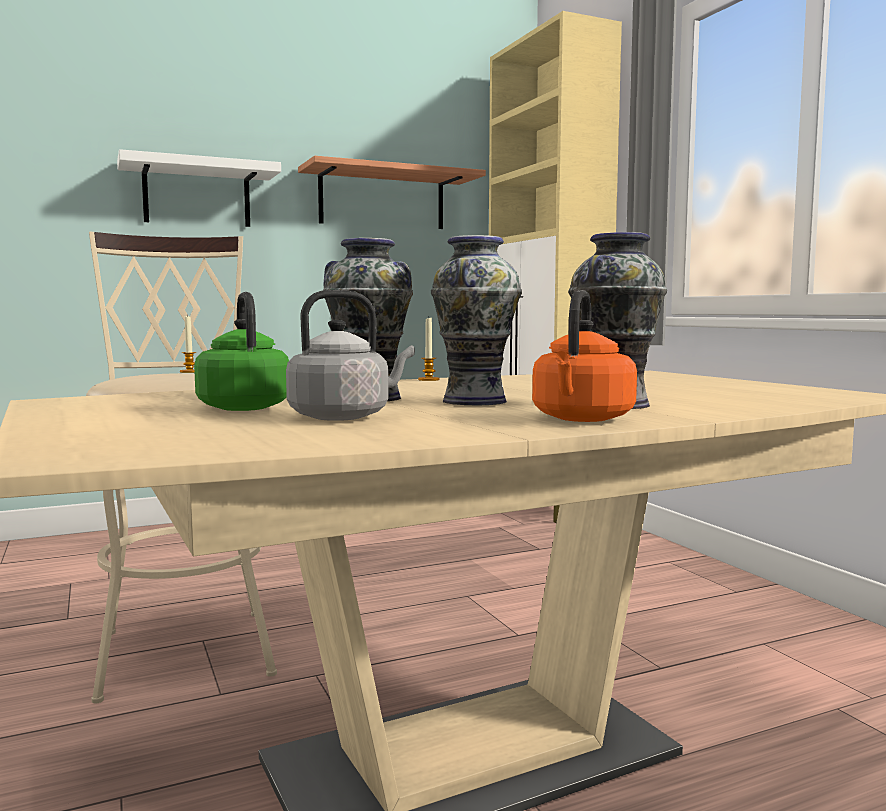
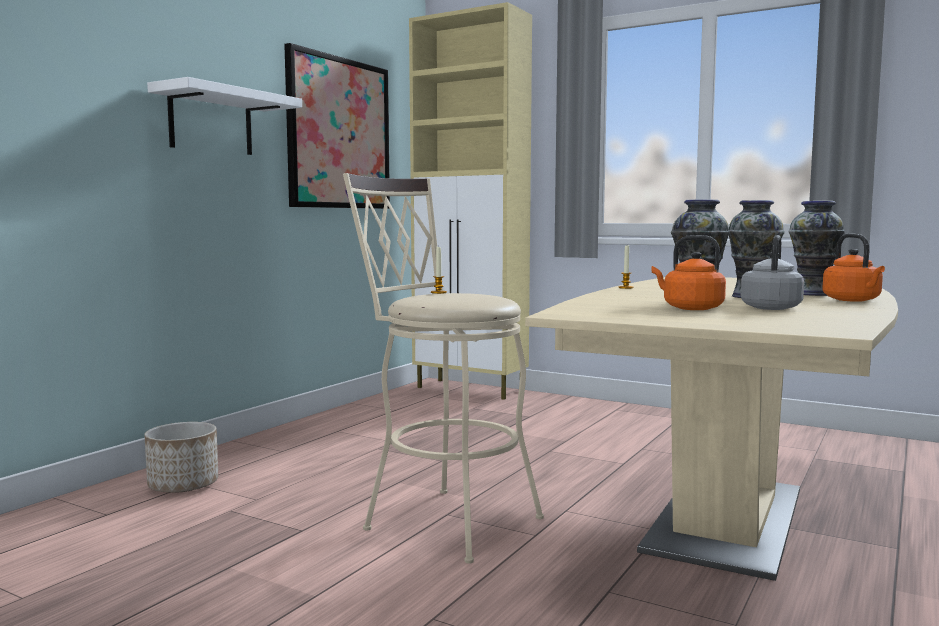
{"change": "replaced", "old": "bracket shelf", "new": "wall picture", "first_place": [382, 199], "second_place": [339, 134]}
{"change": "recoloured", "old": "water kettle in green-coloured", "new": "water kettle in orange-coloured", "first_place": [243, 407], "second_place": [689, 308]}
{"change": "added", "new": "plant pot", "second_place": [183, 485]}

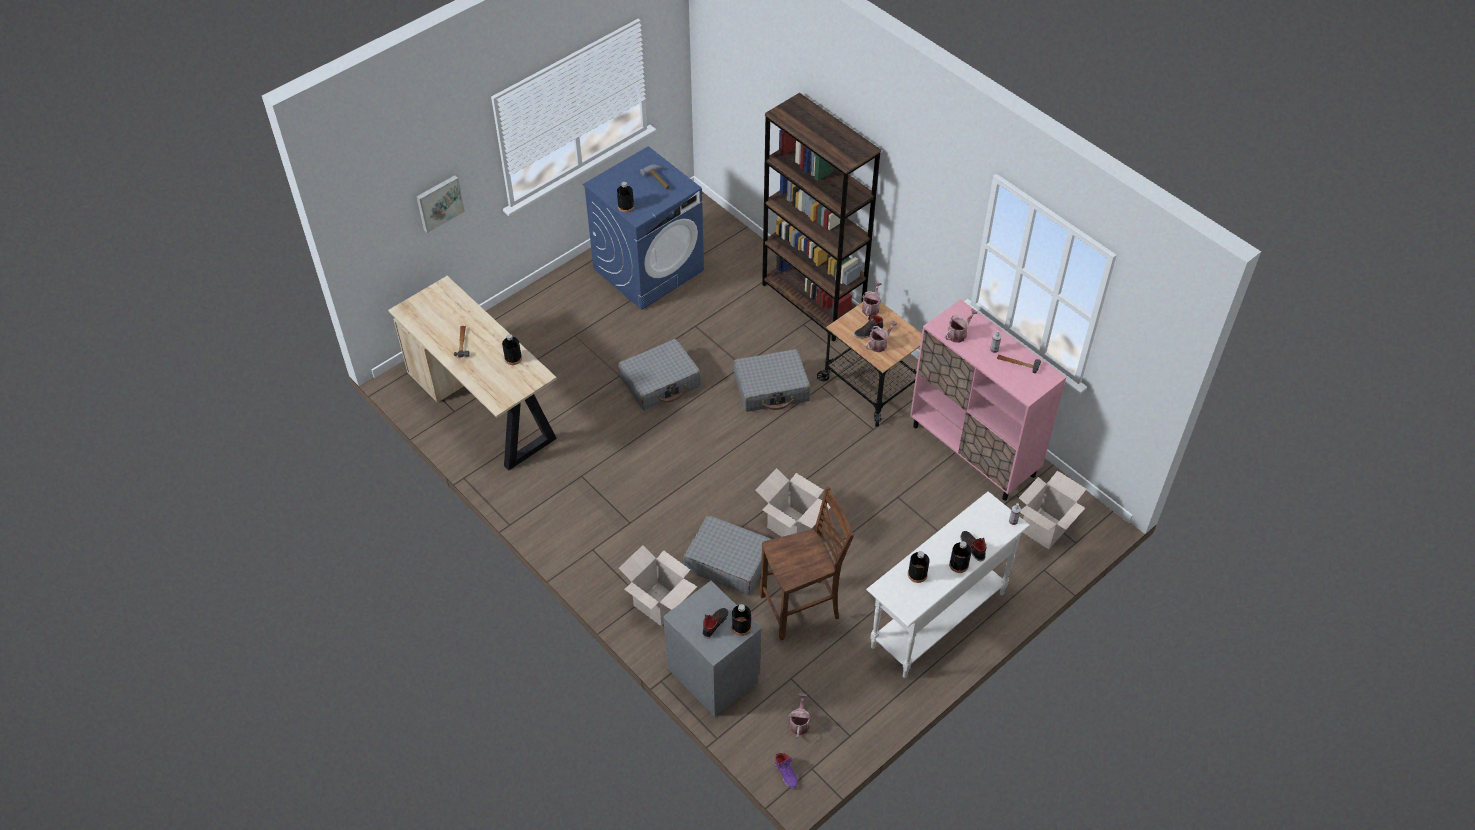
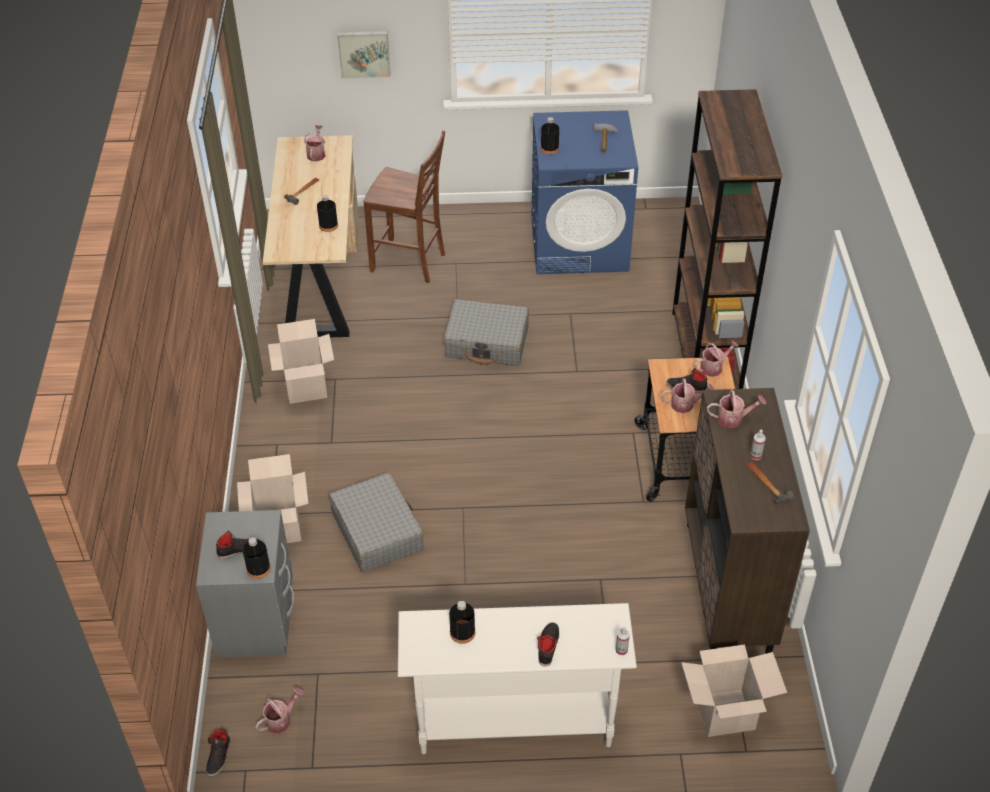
{"change": "recoloured", "old": "cupboard in pinkish", "new": "cupboard in brown-coloured", "first_place": [974, 451], "second_place": [727, 587]}
{"change": "removed", "old": "piece of luggage in greyish", "first_place": [771, 388]}
{"change": "moved", "old": "cardboard box", "first_place": [791, 526], "second_place": [306, 387]}
{"change": "moved", "old": "upright chair in brown-coloured", "first_place": [802, 608], "second_place": [409, 263]}
{"change": "removed", "old": "beverage bottle in blackish", "first_place": [959, 564]}
{"change": "recoloured", "old": "low shoe in purple-coloured", "new": "low shoe in blackish", "first_place": [786, 773], "second_place": [219, 756]}
{"change": "added", "new": "watering pot", "second_place": [316, 153]}

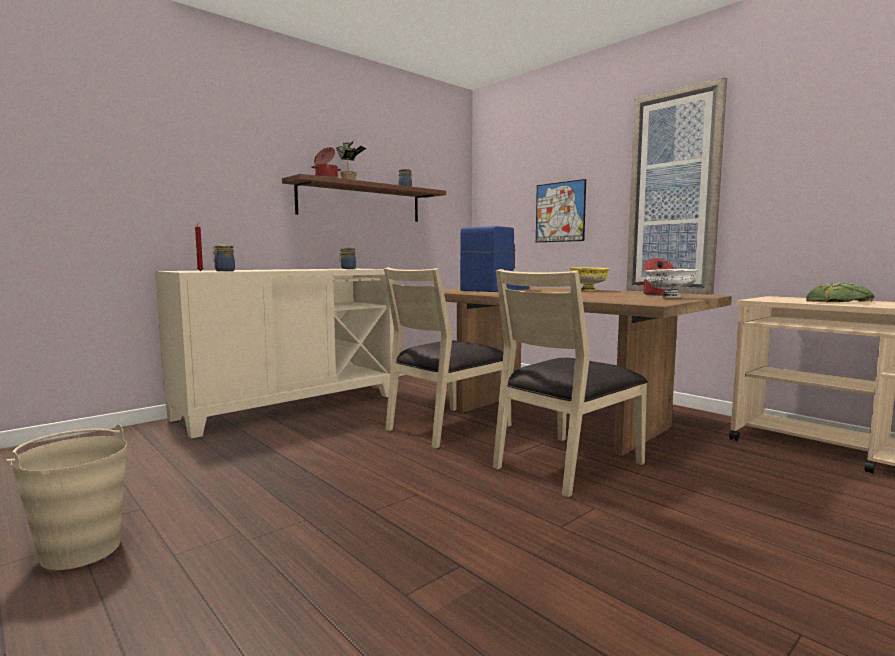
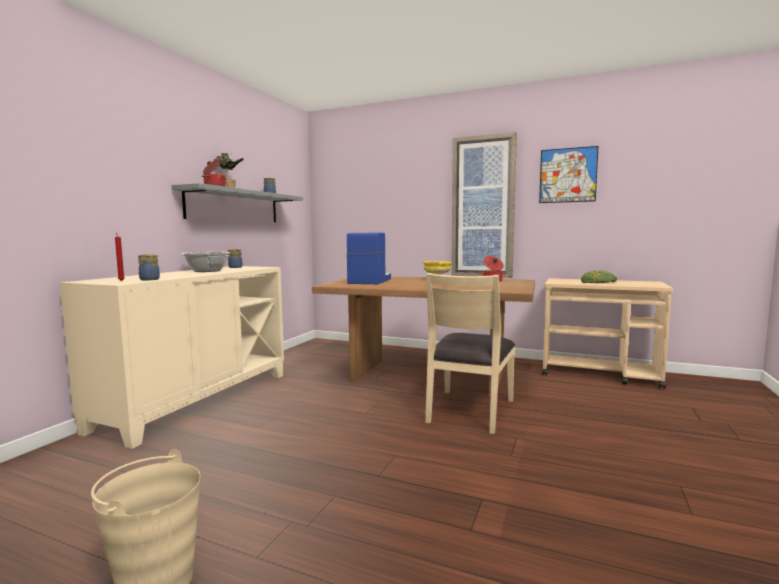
{"change": "recoloured", "old": "bracket shelf in brown-coloured", "new": "bracket shelf in greyish", "first_place": [361, 202], "second_place": [234, 206]}
{"change": "moved", "old": "wall picture", "first_place": [560, 212], "second_place": [568, 175]}
{"change": "removed", "old": "upright chair in beige", "first_place": [446, 427]}
{"change": "removed", "old": "serving bowl in whitish", "first_place": [670, 297]}
{"change": "added", "new": "cooking pot", "second_place": [206, 271]}

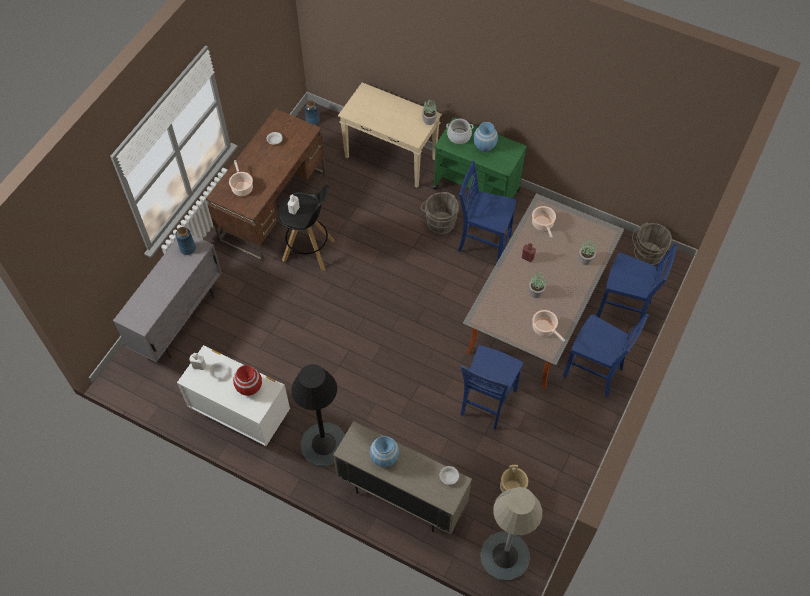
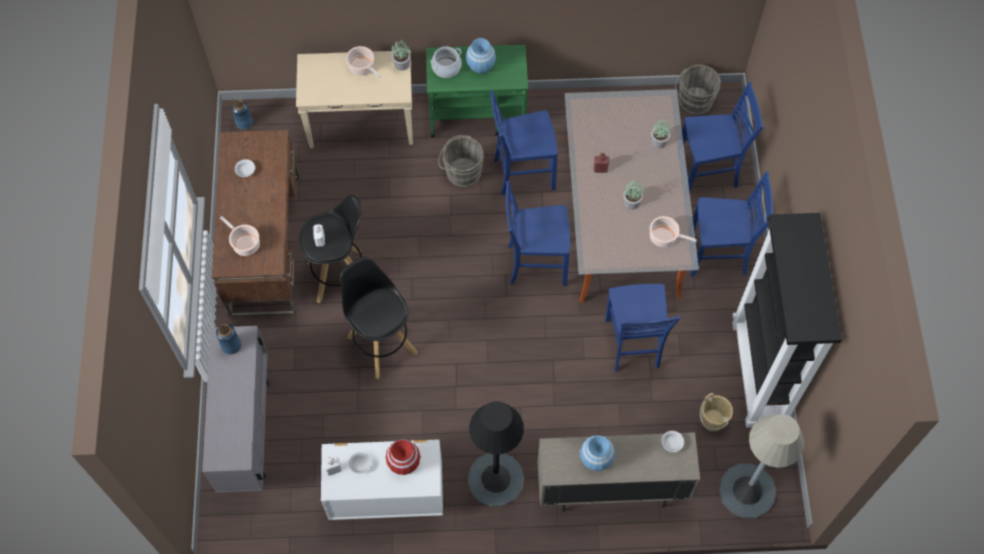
{"change": "moved", "old": "cooking pot", "first_place": [543, 224], "second_place": [362, 68]}
{"change": "added", "new": "upright chair in bluish", "second_place": [535, 263]}
{"change": "added", "new": "shelving unit in blackish", "second_place": [759, 374]}
{"change": "added", "new": "stool in blackish", "second_place": [381, 344]}

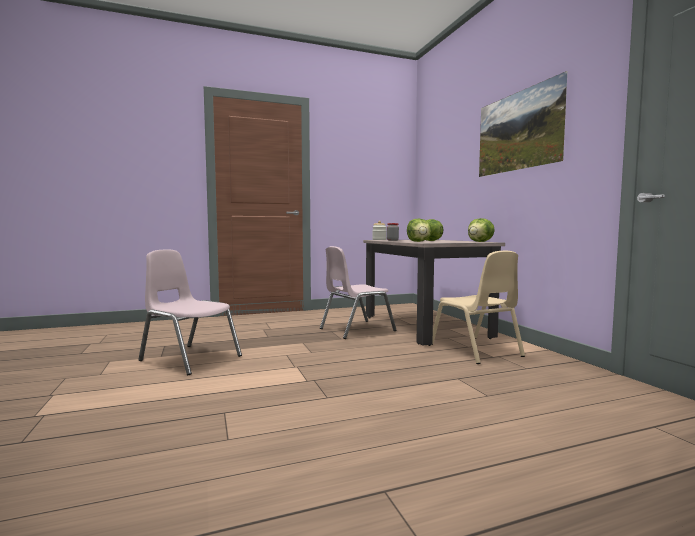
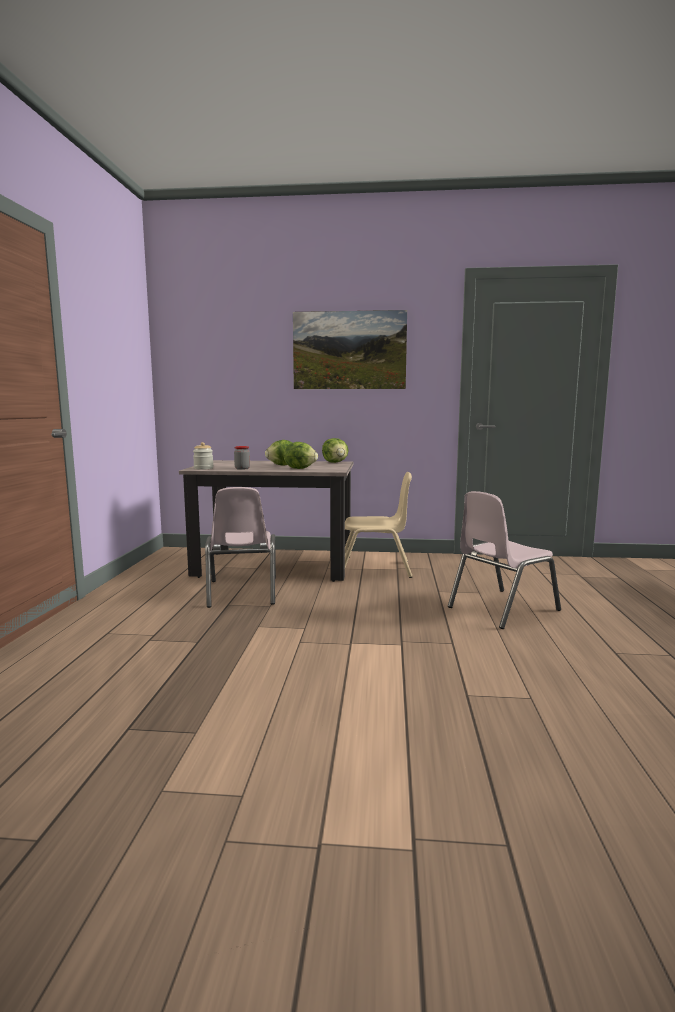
{"change": "moved", "old": "upright chair in pinkish", "first_place": [190, 358], "second_place": [501, 608]}

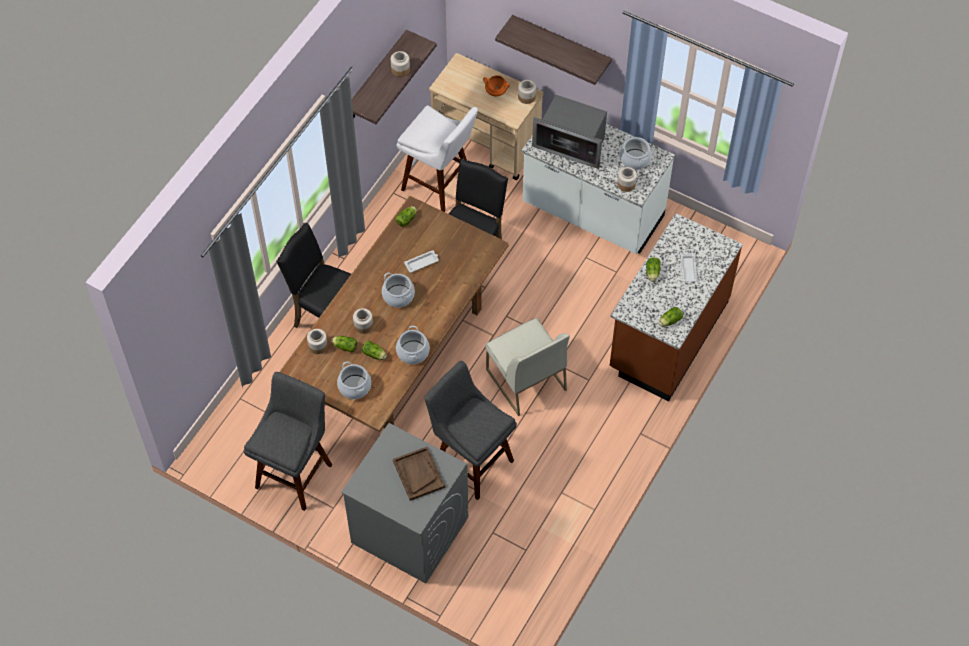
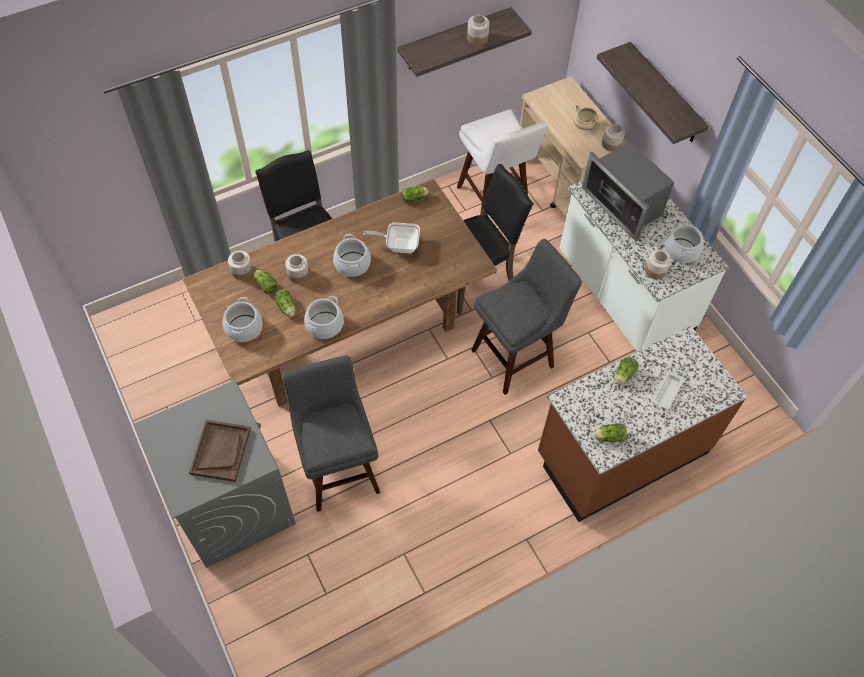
{"change": "recoloured", "old": "cooking pot in orange-coloured", "new": "cooking pot in beige", "first_place": [495, 92], "second_place": [584, 126]}
{"change": "replaced", "old": "serving tray in whitish", "new": "pan", "first_place": [422, 262], "second_place": [398, 245]}
{"change": "removed", "old": "upright chair in whitish", "first_place": [525, 379]}
{"change": "moved", "old": "stool in greyish", "first_place": [296, 472], "second_place": [516, 356]}

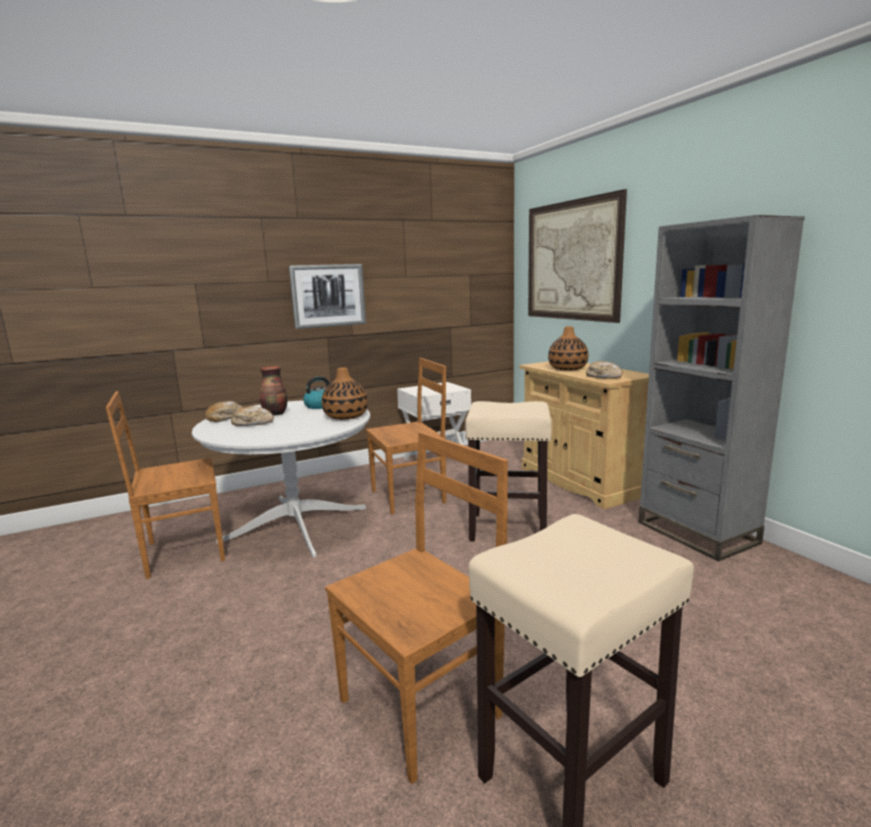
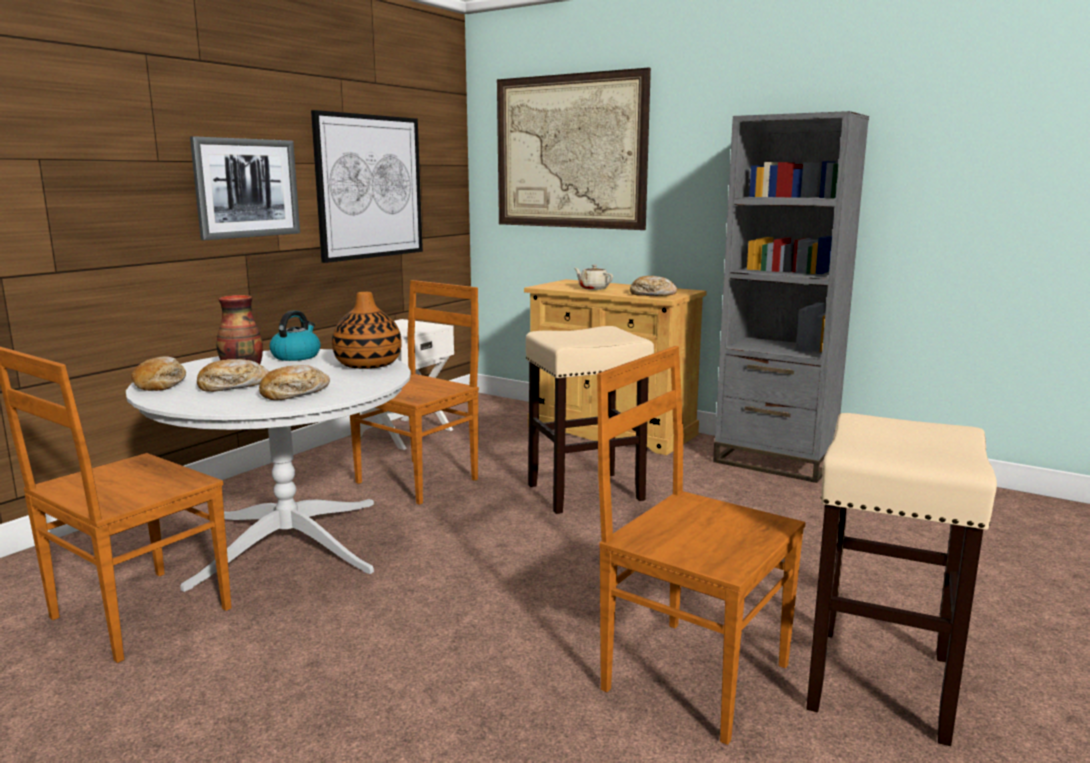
{"change": "replaced", "old": "vase", "new": "tea pot in beige", "first_place": [567, 368], "second_place": [593, 288]}
{"change": "turned", "old": "upright chair in brown-coloured", "first_place": [423, 705], "second_place": [691, 674], "degrees": -75}
{"change": "added", "new": "wall picture", "second_place": [369, 187]}
{"change": "added", "new": "baked bread", "second_place": [294, 393]}

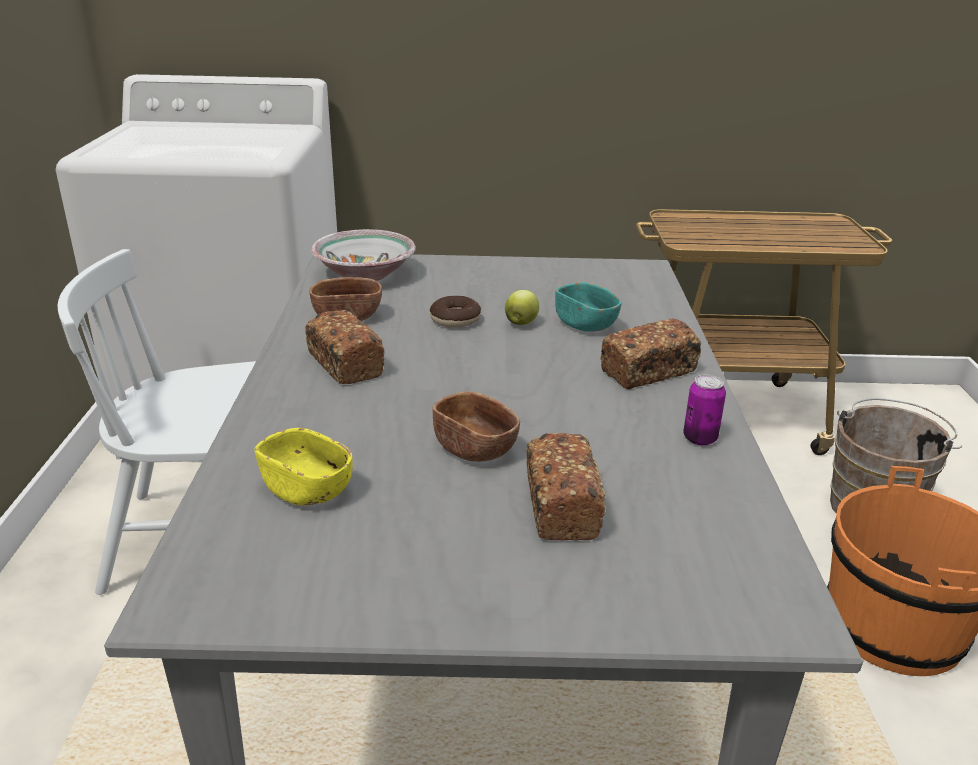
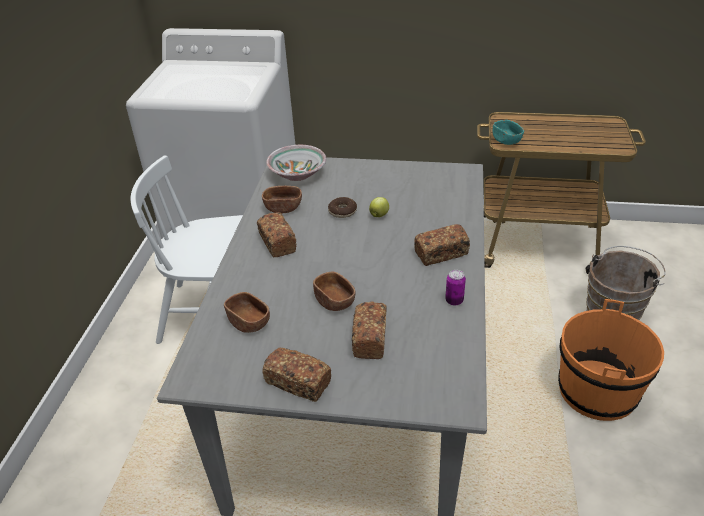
{"change": "moved", "old": "serving bowl in blue-green", "first_place": [585, 324], "second_place": [506, 140]}
{"change": "recoloured", "old": "serving bowl in yellow-coloured", "new": "serving bowl in brown-coloured", "first_place": [307, 489], "second_place": [249, 322]}
{"change": "added", "new": "baked bread", "second_place": [298, 382]}

